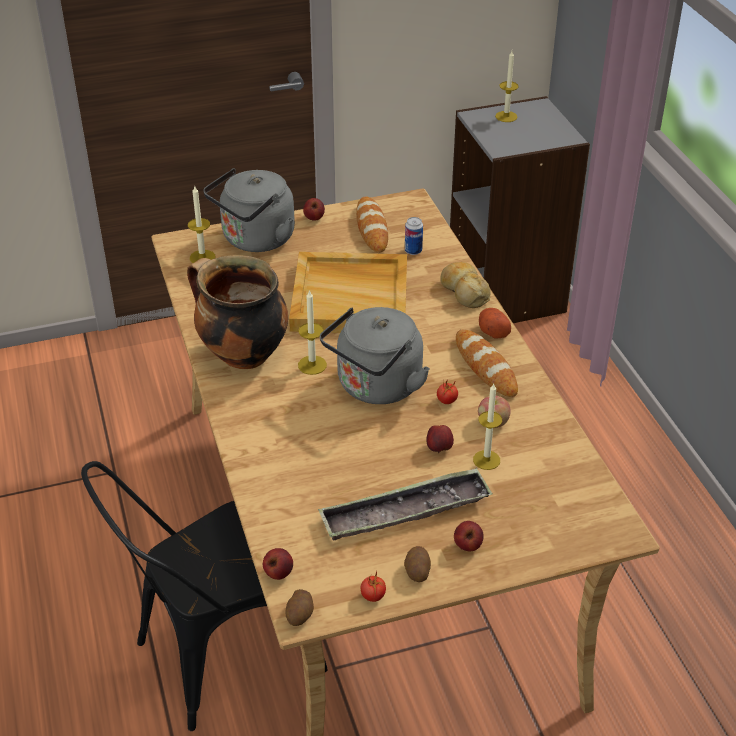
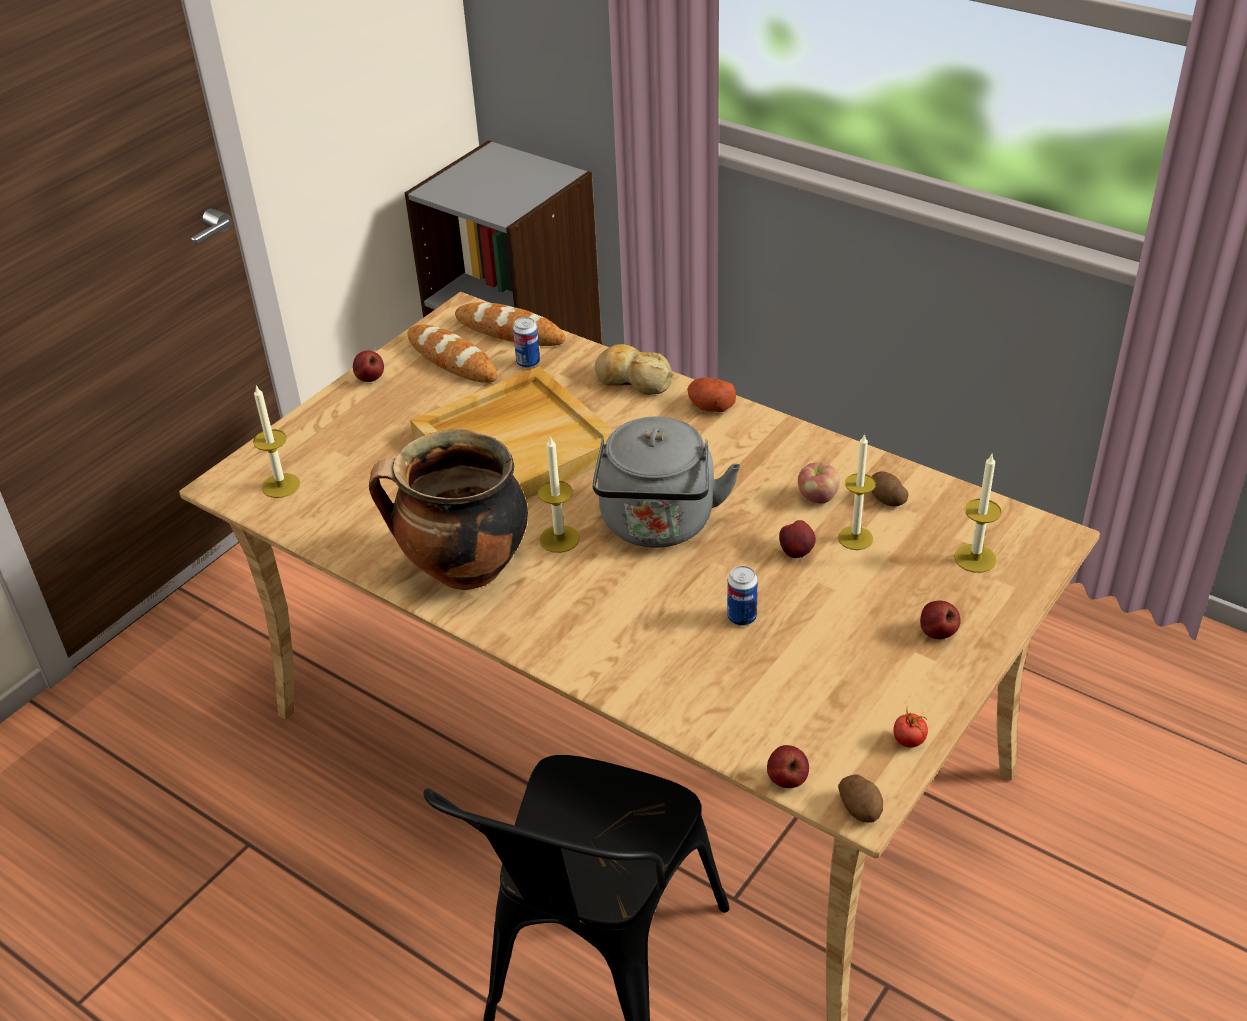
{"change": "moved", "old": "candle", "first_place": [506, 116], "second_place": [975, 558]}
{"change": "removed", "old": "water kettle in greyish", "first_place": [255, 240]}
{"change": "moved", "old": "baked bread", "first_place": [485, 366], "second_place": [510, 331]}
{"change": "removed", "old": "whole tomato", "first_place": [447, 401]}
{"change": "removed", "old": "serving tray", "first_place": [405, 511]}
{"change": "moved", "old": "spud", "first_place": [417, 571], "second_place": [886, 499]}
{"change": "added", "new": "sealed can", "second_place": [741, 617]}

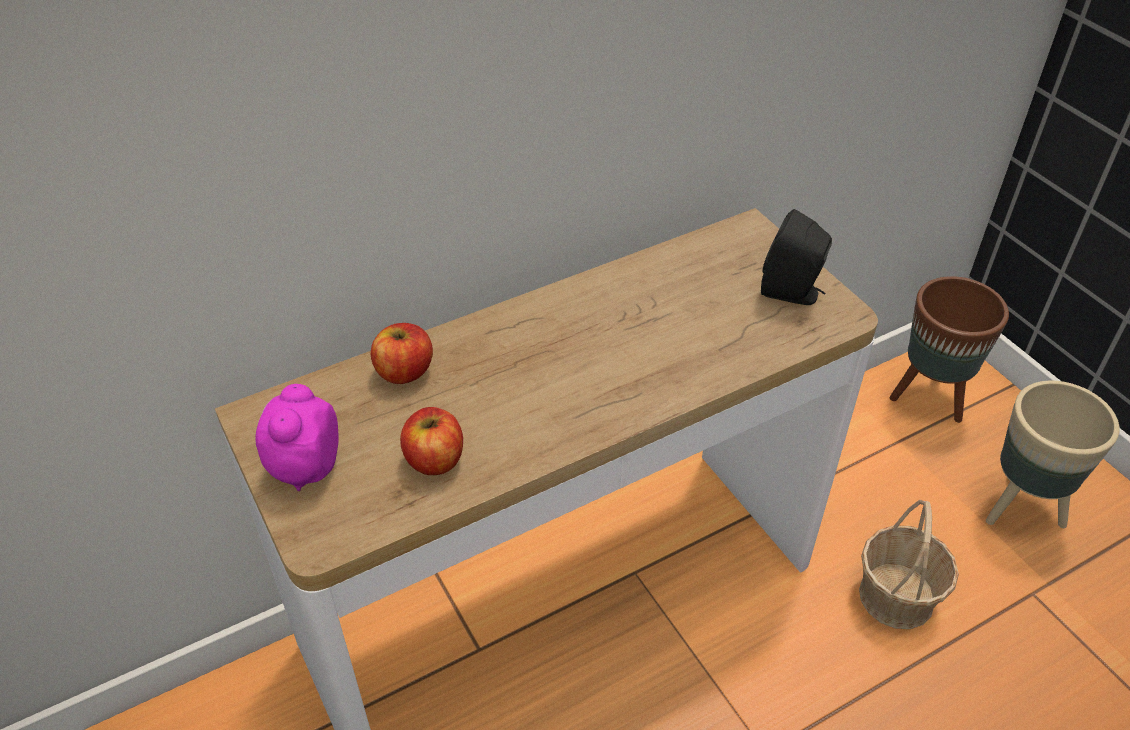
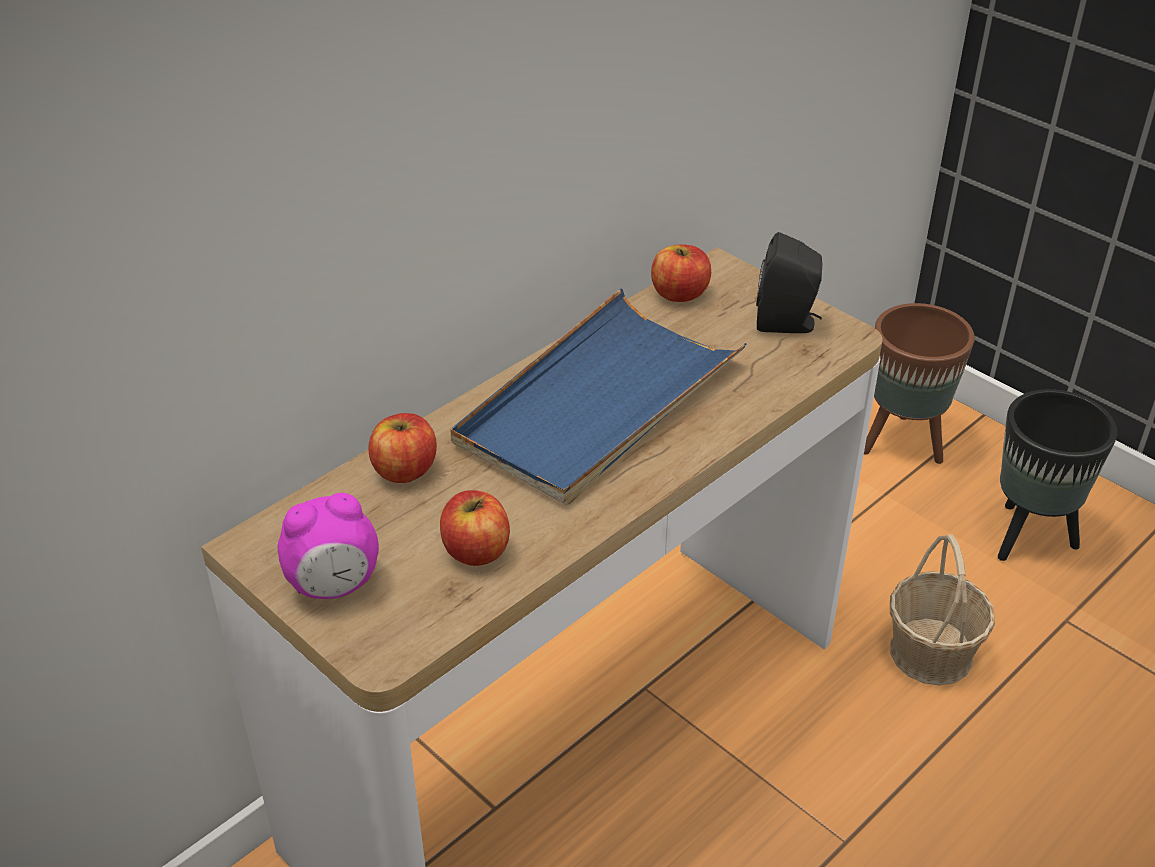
{"change": "recoloured", "old": "plant pot in beige", "new": "plant pot in blackish", "first_place": [1021, 507], "second_place": [1028, 537]}
{"change": "turned", "old": "alarm clock", "first_place": [305, 467], "second_place": [334, 585], "degrees": -105}
{"change": "added", "new": "apple fruit", "second_place": [679, 294]}
{"change": "added", "new": "serving tray in bluish", "second_place": [598, 403]}

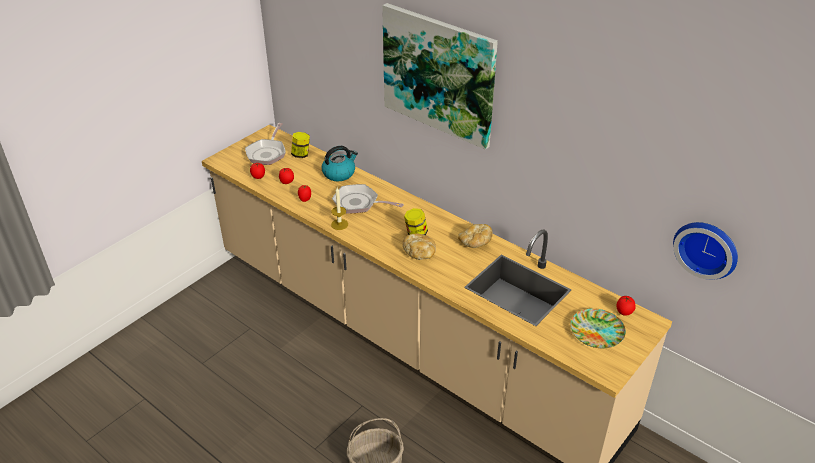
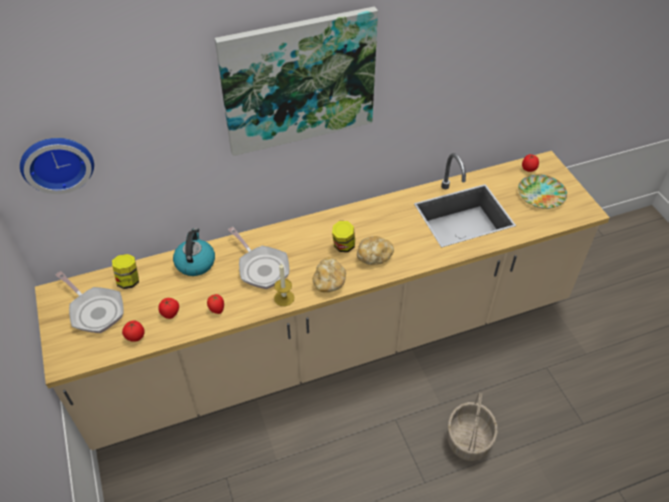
{"change": "turned", "old": "pan", "first_place": [359, 203], "second_place": [261, 267], "degrees": -90}
{"change": "moved", "old": "wall clock", "first_place": [707, 248], "second_place": [57, 162]}
{"change": "moved", "old": "baked bread", "first_place": [475, 242], "second_place": [329, 282]}

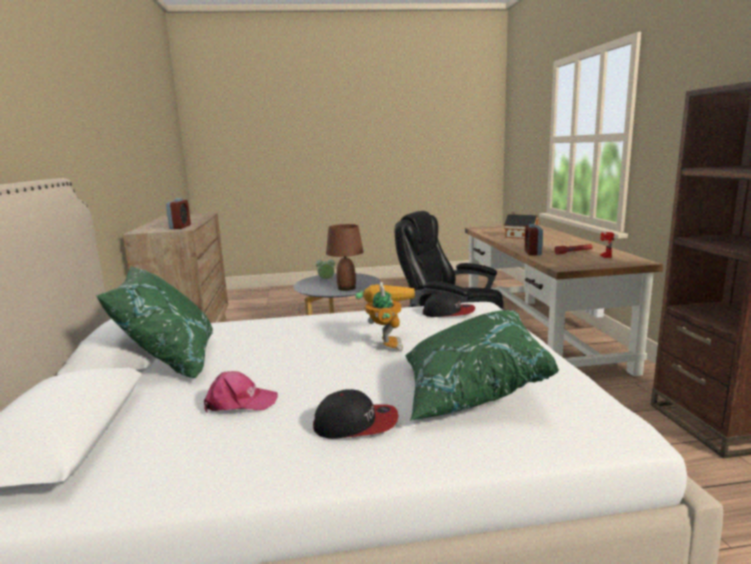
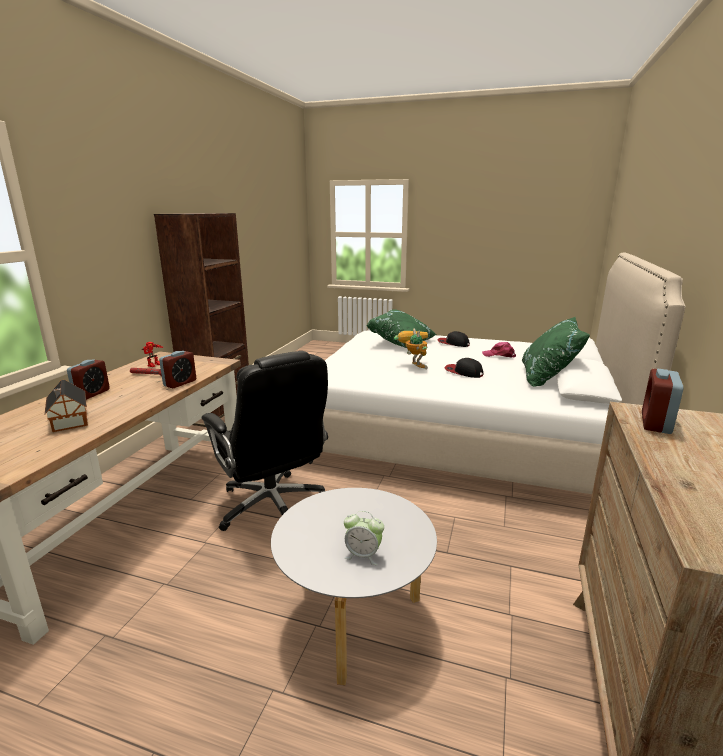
{"change": "removed", "old": "tabletop lamp in brown-coloured", "first_place": [346, 288]}
{"change": "turned", "old": "model robot", "first_place": [386, 342], "second_place": [413, 366], "degrees": 135}
{"change": "moved", "old": "cap", "first_place": [449, 312], "second_place": [463, 372]}
{"change": "added", "new": "alarm clock", "second_place": [92, 394]}

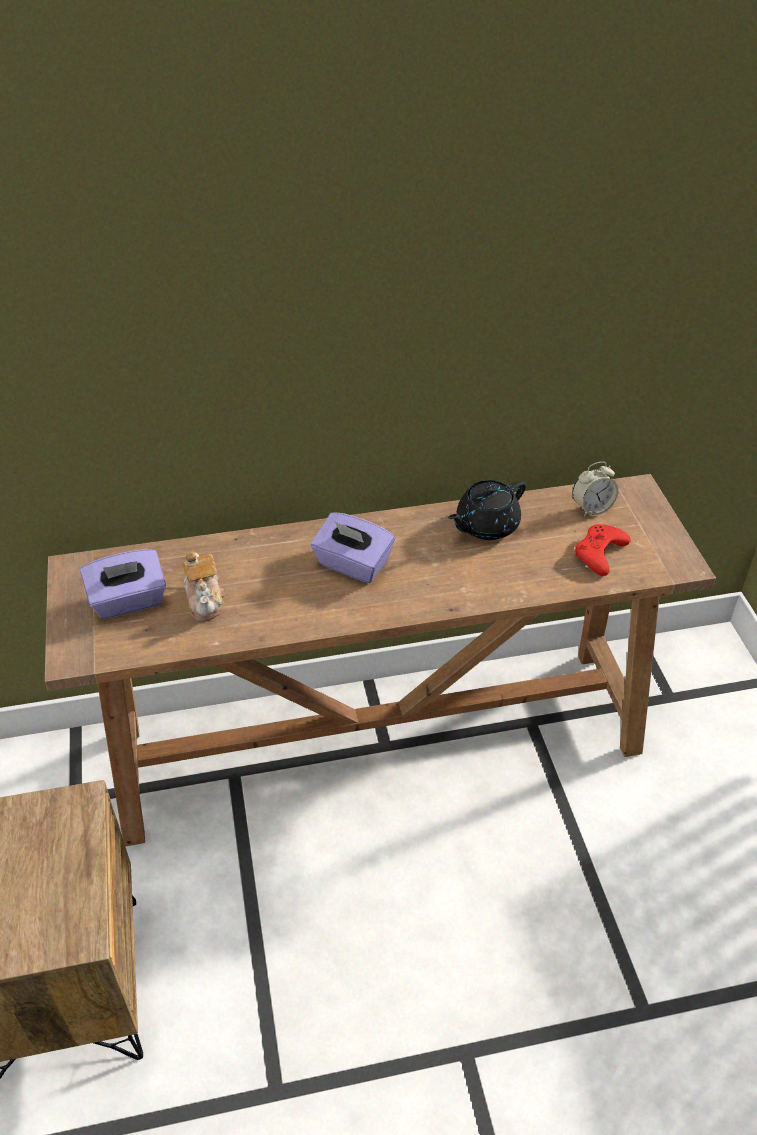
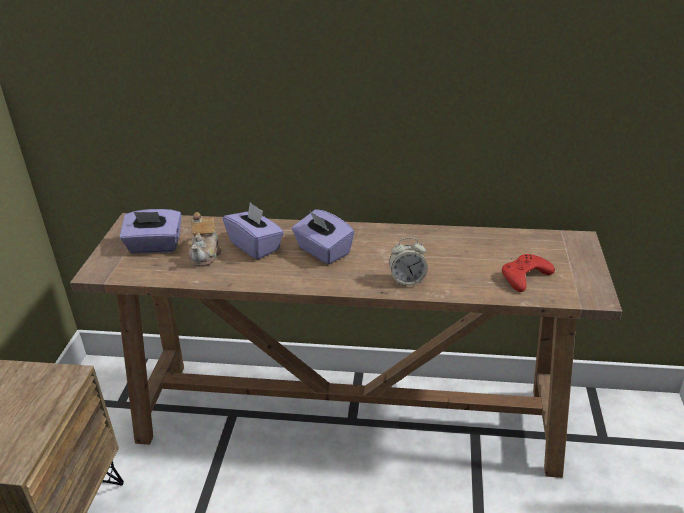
{"change": "moved", "old": "alarm clock", "first_place": [592, 508], "second_place": [407, 280]}
{"change": "removed", "old": "tea pot in blackish", "first_place": [486, 526]}
{"change": "added", "new": "tissue holder in purple-coloured", "second_place": [255, 246]}

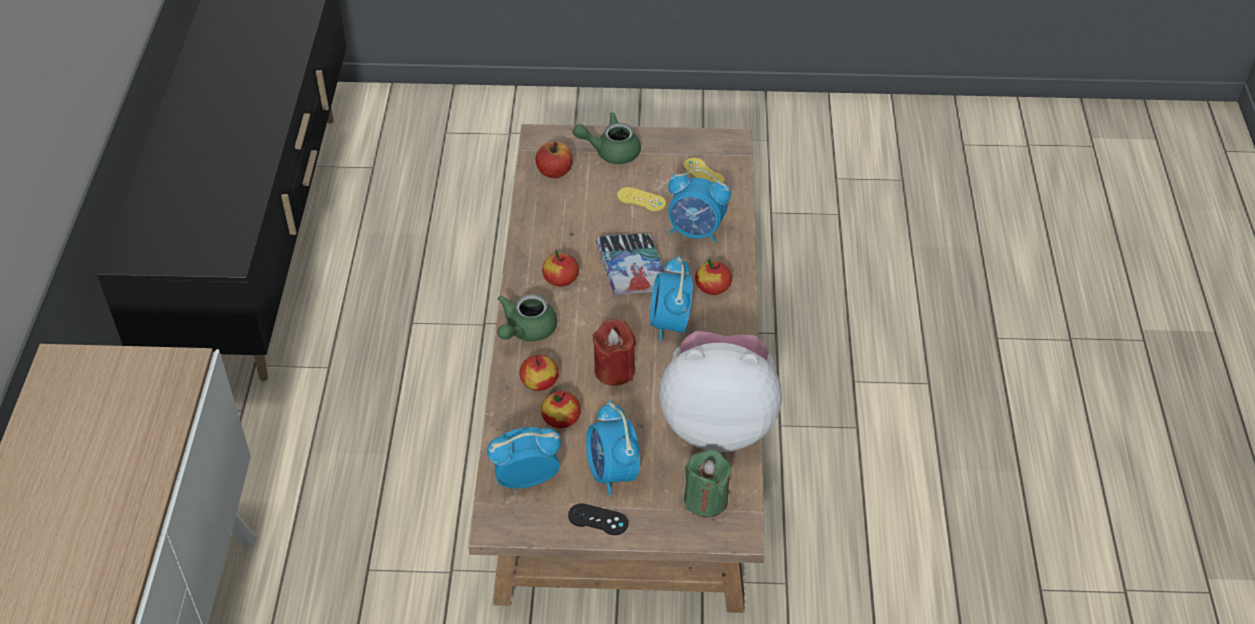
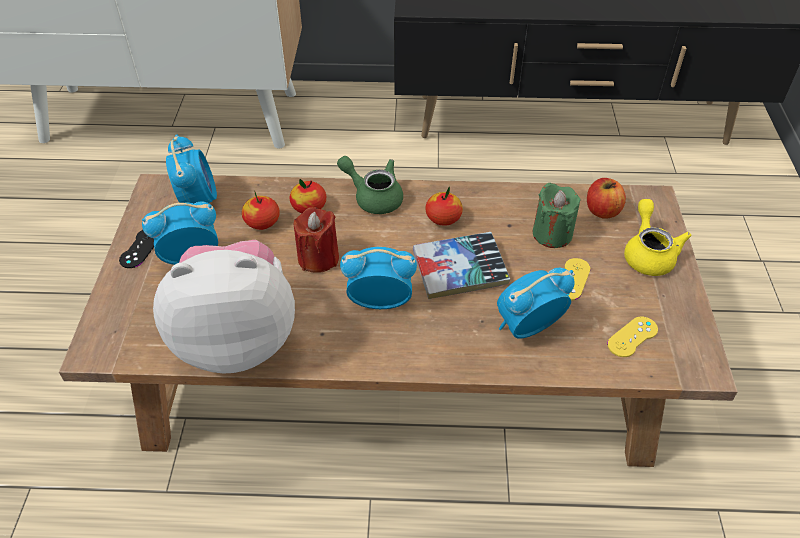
{"change": "recoloured", "old": "tea pot in green-coloured", "new": "tea pot in yellow-coloured", "first_place": [611, 151], "second_place": [648, 254]}
{"change": "turned", "old": "alarm clock", "first_place": [696, 231], "second_place": [527, 327], "degrees": 45}
{"change": "removed", "old": "apple fruit", "first_place": [713, 287]}
{"change": "turned", "old": "soft toy", "first_place": [718, 422], "second_place": [237, 339], "degrees": -105}
{"change": "moved", "old": "candle in green-coloured", "first_place": [705, 499], "second_place": [552, 234]}

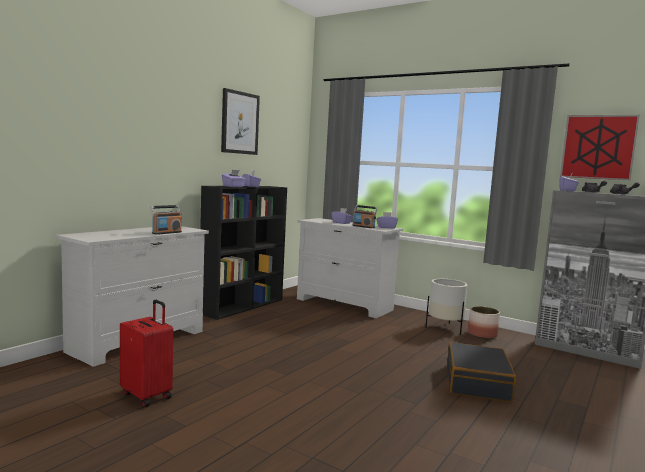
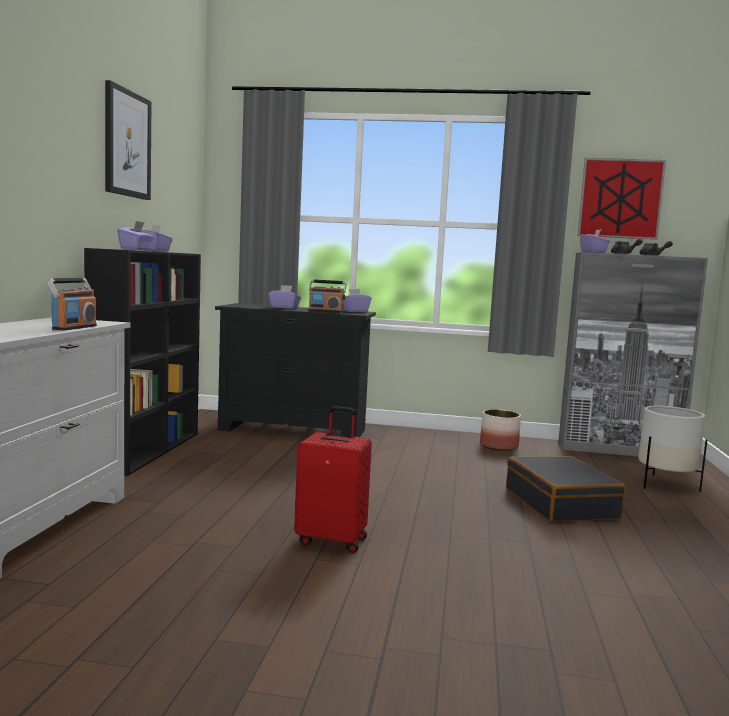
{"change": "recoloured", "old": "dresser in whitish", "new": "dresser in blackish", "first_place": [344, 304], "second_place": [293, 430]}
{"change": "moved", "old": "plant pot in whitish", "first_place": [445, 328], "second_place": [665, 485]}
{"change": "moved", "old": "piece of luggage in red-coloured", "first_place": [147, 395], "second_place": [332, 540]}

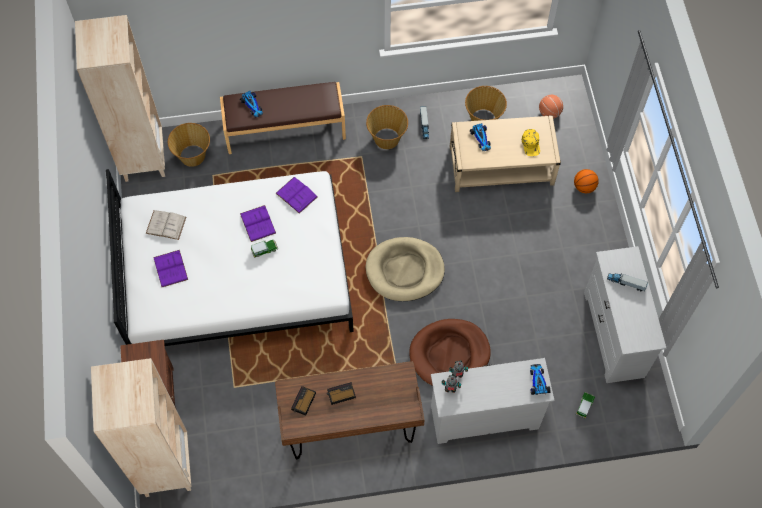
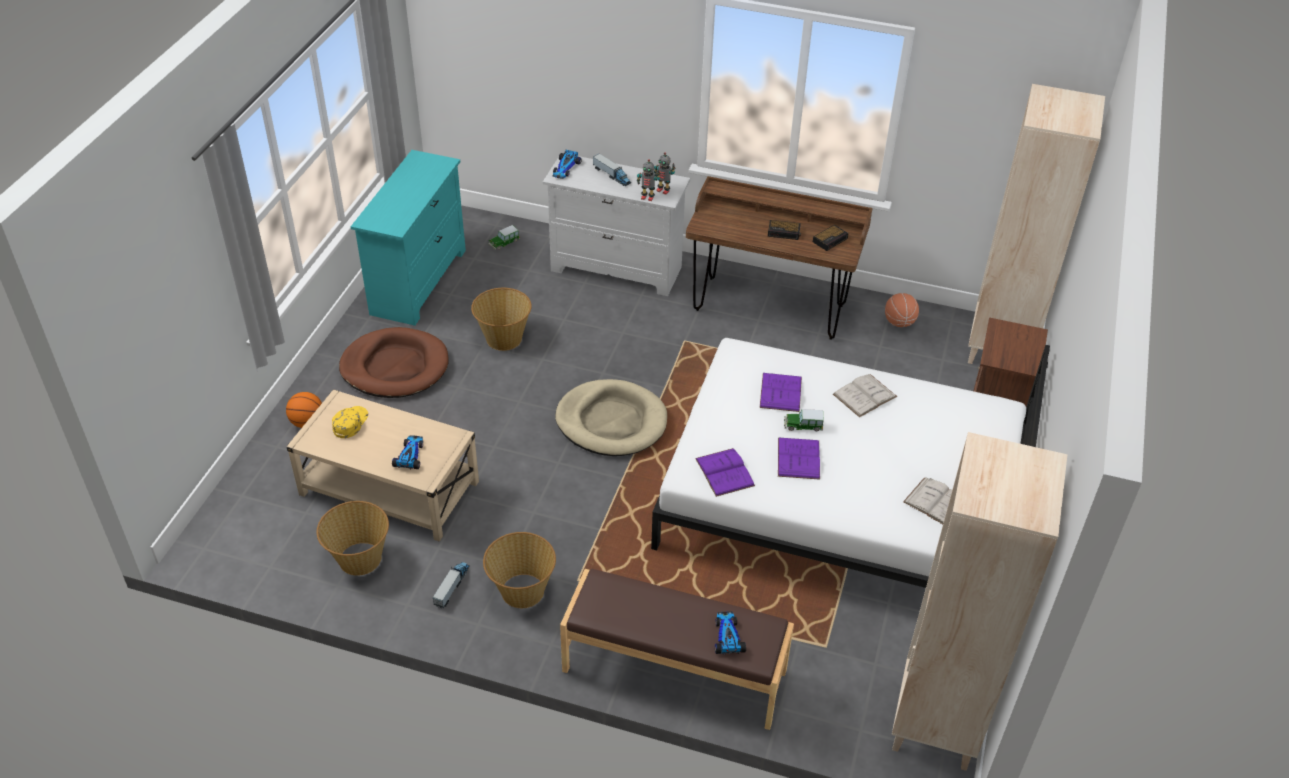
{"change": "moved", "old": "basketball", "first_place": [549, 113], "second_place": [899, 322]}
{"change": "moved", "old": "storage basket", "first_place": [193, 156], "second_place": [503, 338]}
{"change": "recoloured", "old": "dresser in whitish", "new": "dresser in blue-green", "first_place": [613, 335], "second_place": [419, 281]}
{"change": "moved", "old": "bound book in purple-coloured", "first_place": [170, 268], "second_place": [780, 392]}
{"change": "moved", "old": "toy lorry", "first_place": [626, 283], "second_place": [612, 175]}
{"change": "moved", "old": "dog cushion in brown-coloured", "first_place": [449, 354], "second_place": [395, 367]}
{"change": "added", "new": "bound book in whitish", "second_place": [864, 395]}

